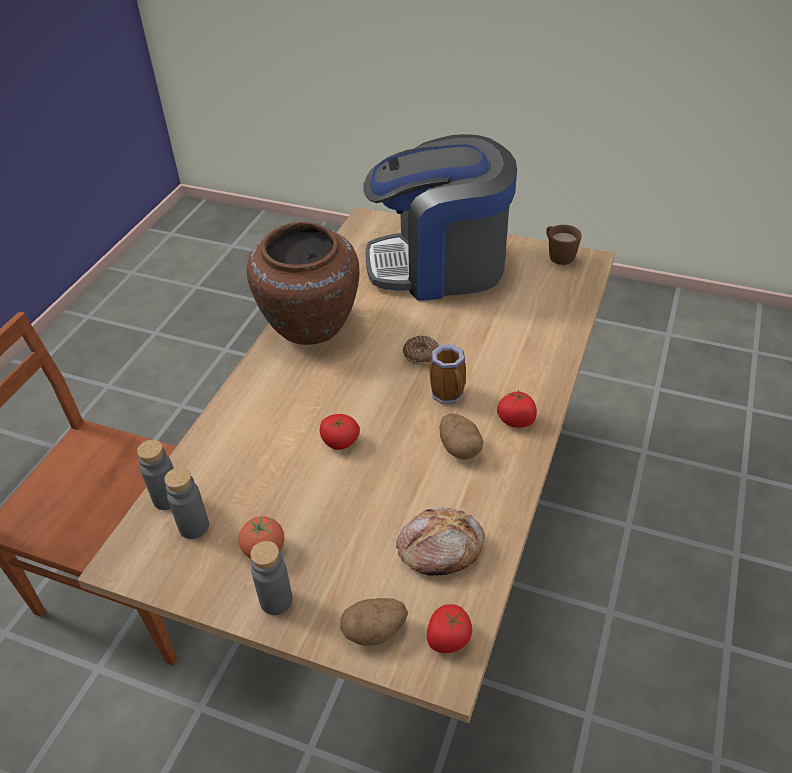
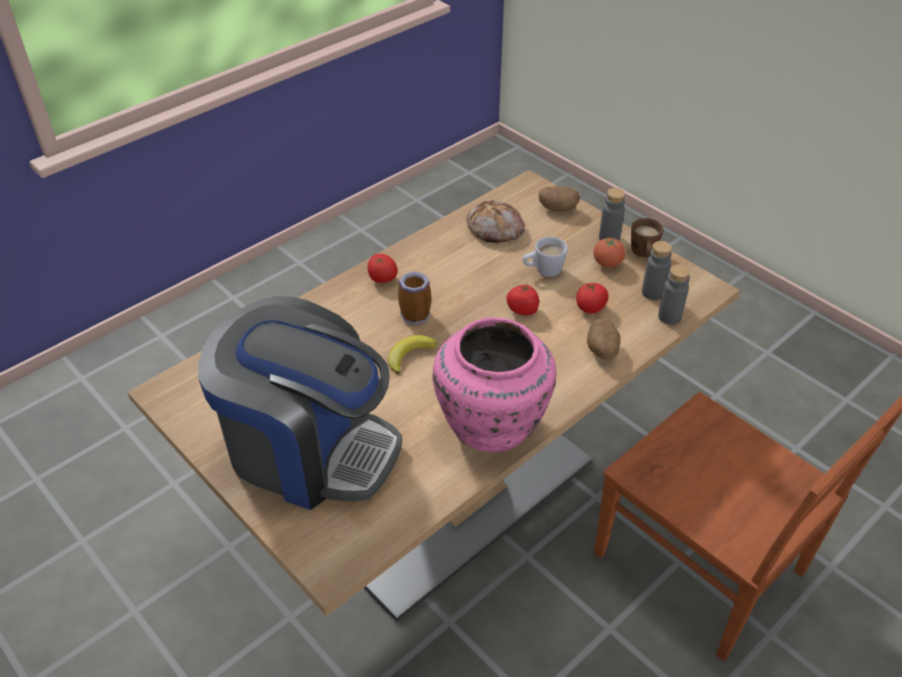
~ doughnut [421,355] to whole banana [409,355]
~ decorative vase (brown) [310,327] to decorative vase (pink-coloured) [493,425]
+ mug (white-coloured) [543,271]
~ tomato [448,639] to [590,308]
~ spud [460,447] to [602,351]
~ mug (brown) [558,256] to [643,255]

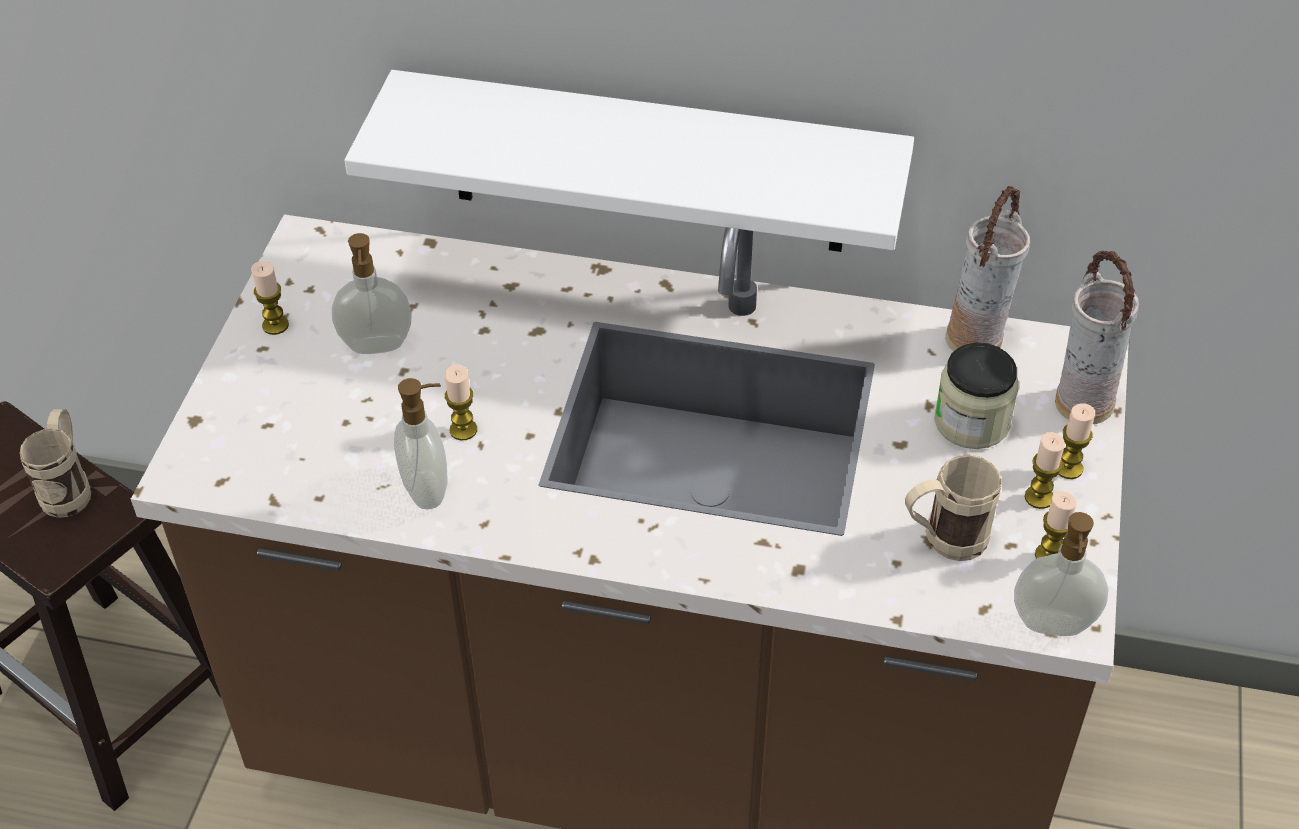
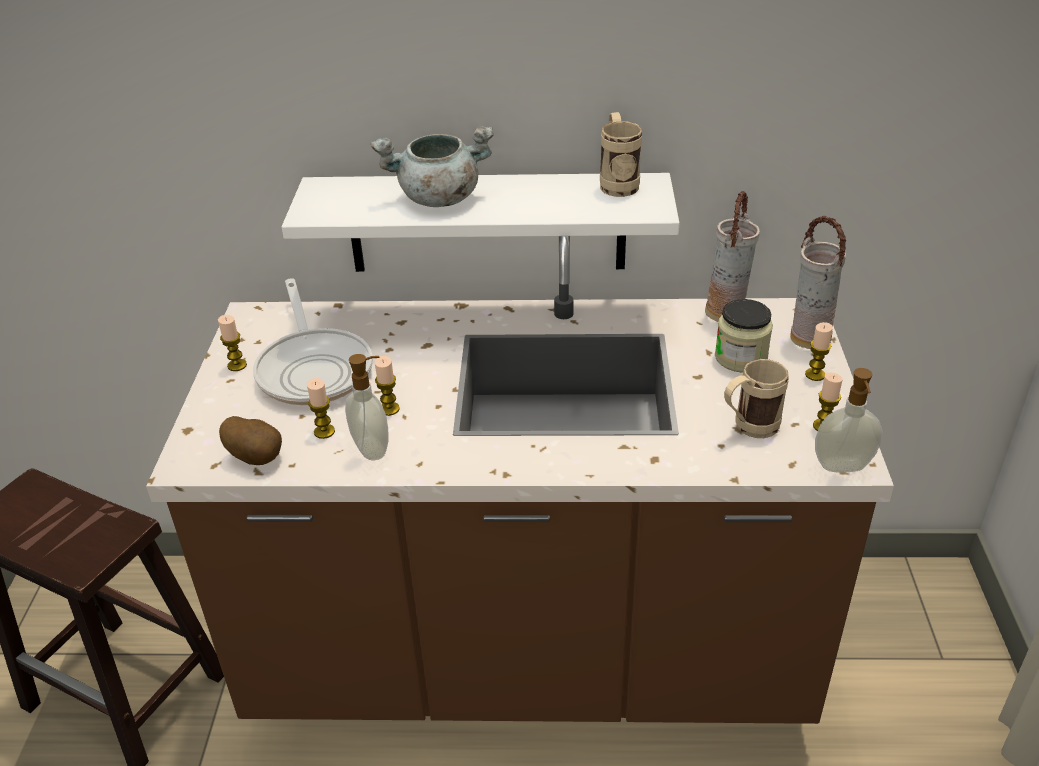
+ spud [257,457]
~ soap bottle [377,347] to skillet [314,368]
~ candle [1039,497] to [324,431]
+ saucepot (gray) [438,199]
~ mug (beige) [70,488] to [617,182]

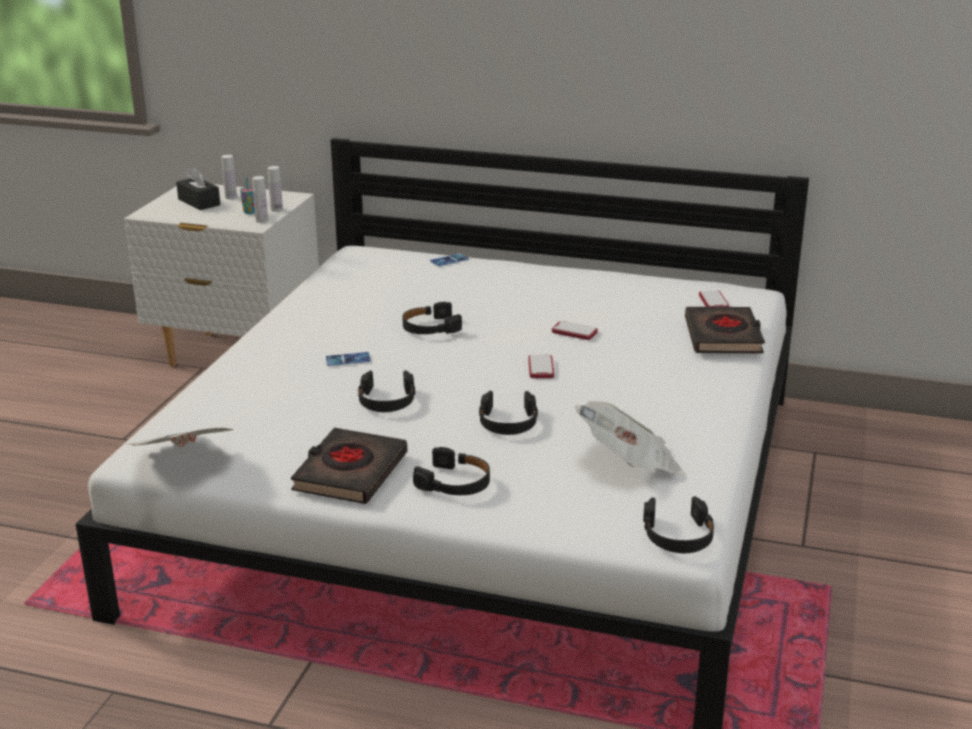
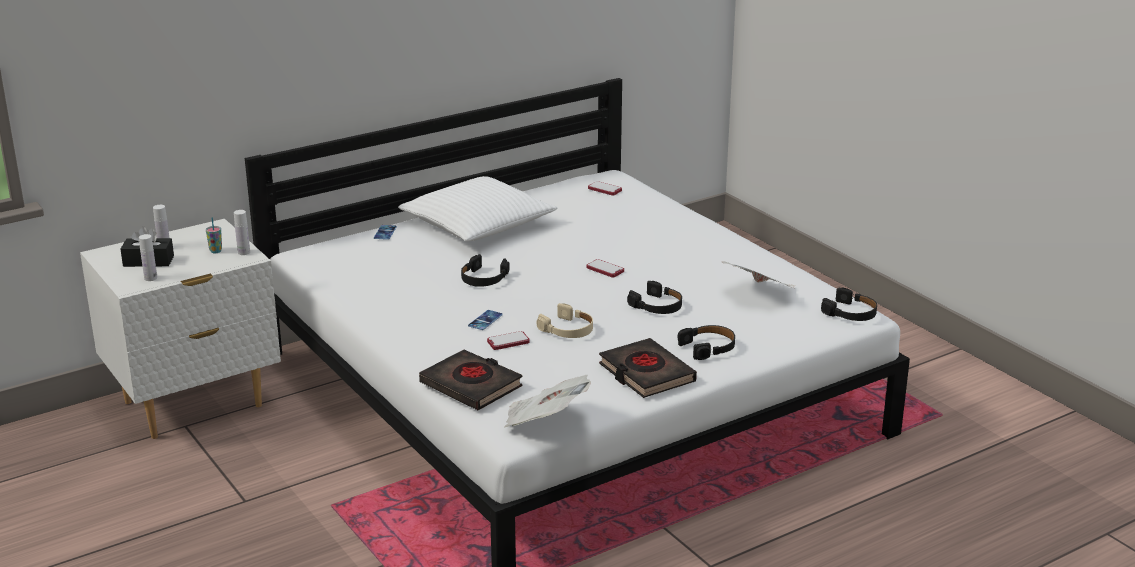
~ beverage bottle (white-coloured) [276,209] to [150,278]
+ throw pillow (white-coloured) [477,224]
~ volume (black) [723,337] to [471,386]
~ phone [574,332] to [508,342]
~ headphones (black) [386,400] to headphones (beige) [567,329]

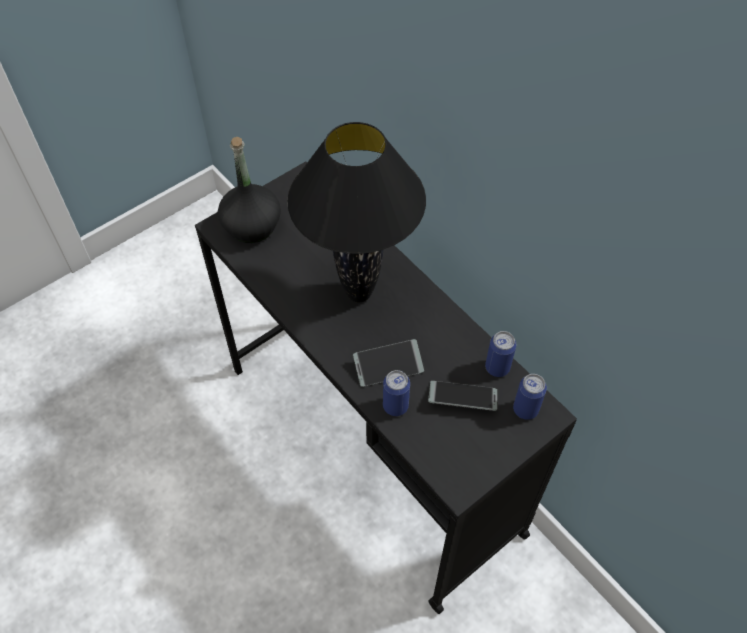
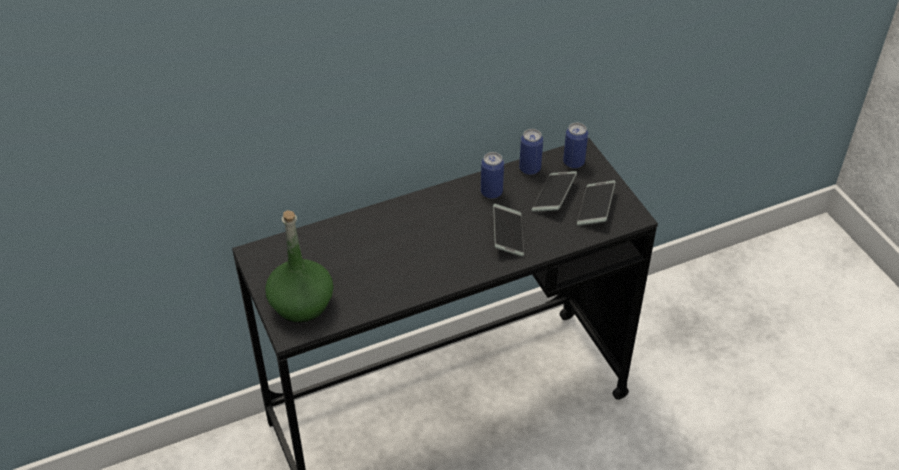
~ beverage bottle (black) [252,226] to beverage bottle (greenish) [302,304]
~ can [395,406] to [491,192]
+ phone [595,207]
- tabletop lamp (black) [359,294]

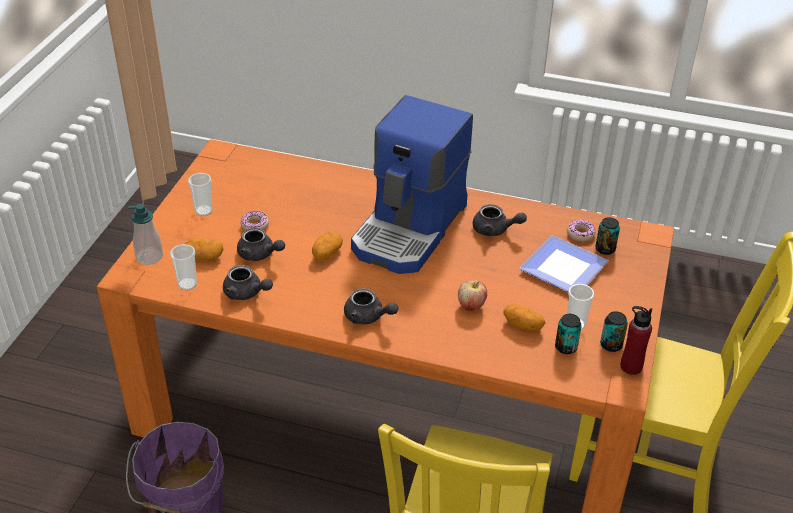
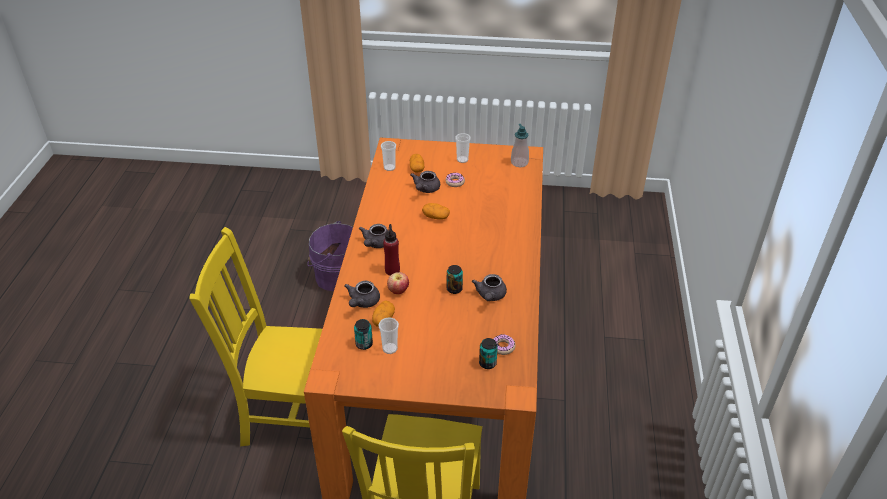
~ teapot (gray) [246,293] to [362,302]
~ beverage bottle (reddish) [631,366] to [392,270]
~ can [611,345] to [454,289]
~ soap bottle [149,257] to [519,163]
- coffee maker [410,229]
- dinner plate [560,268]

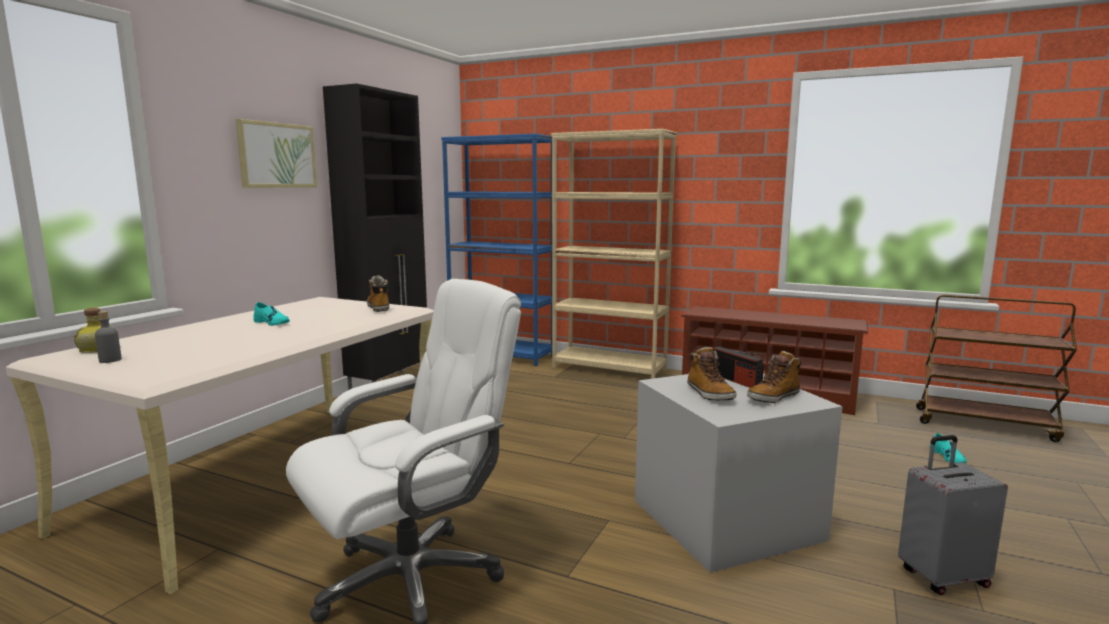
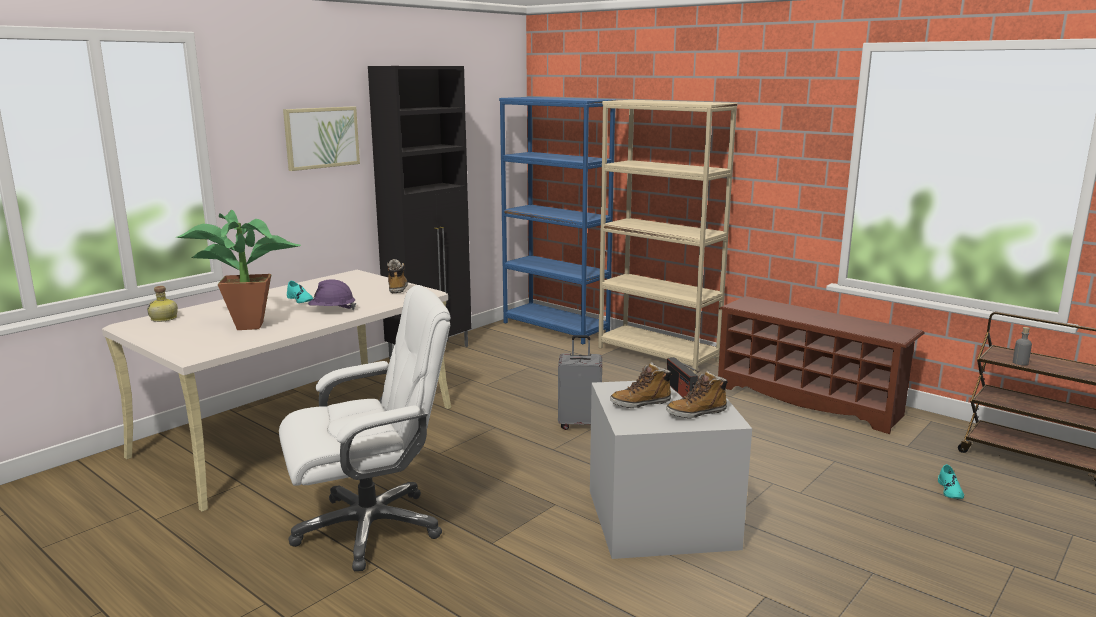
+ plant in a pot [244,325]
+ safety helmet (purple-coloured) [332,310]
~ suitcase (gray) [941,577] to [580,424]
~ high-top boot [709,394] = [641,403] 75 degrees clockwise
~ beverage bottle (gray) [110,360] to [1020,363]

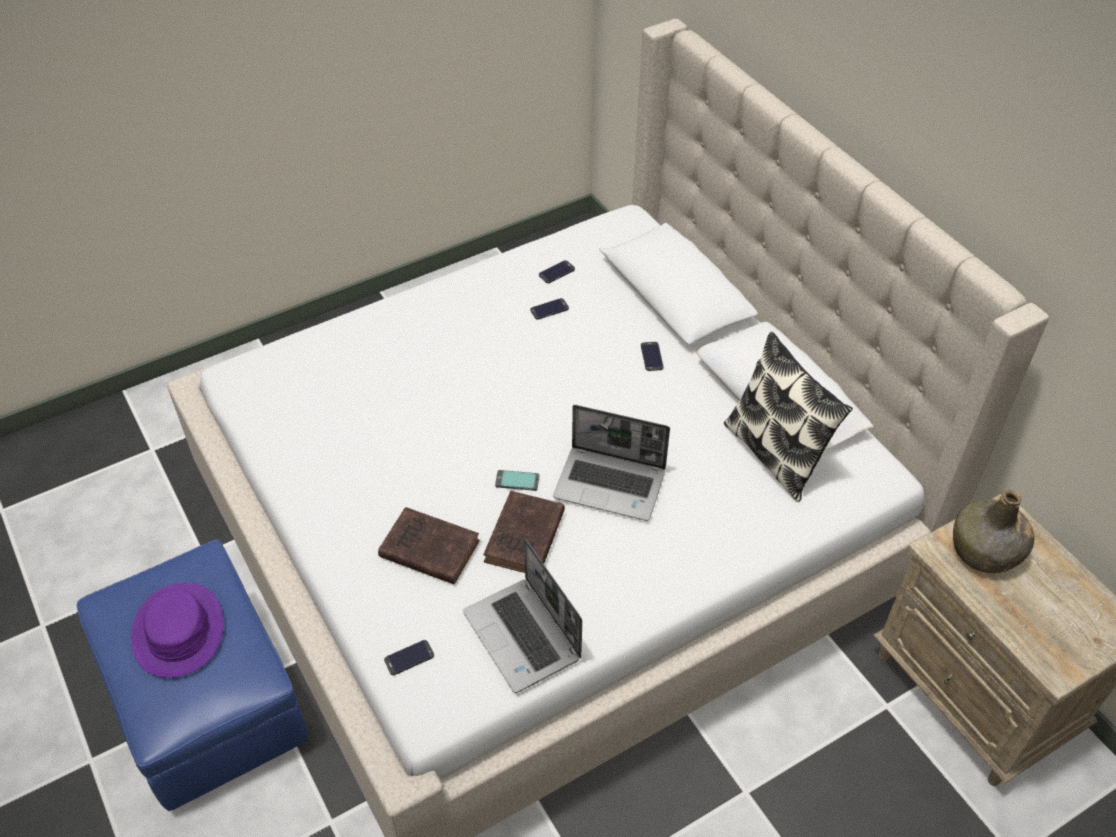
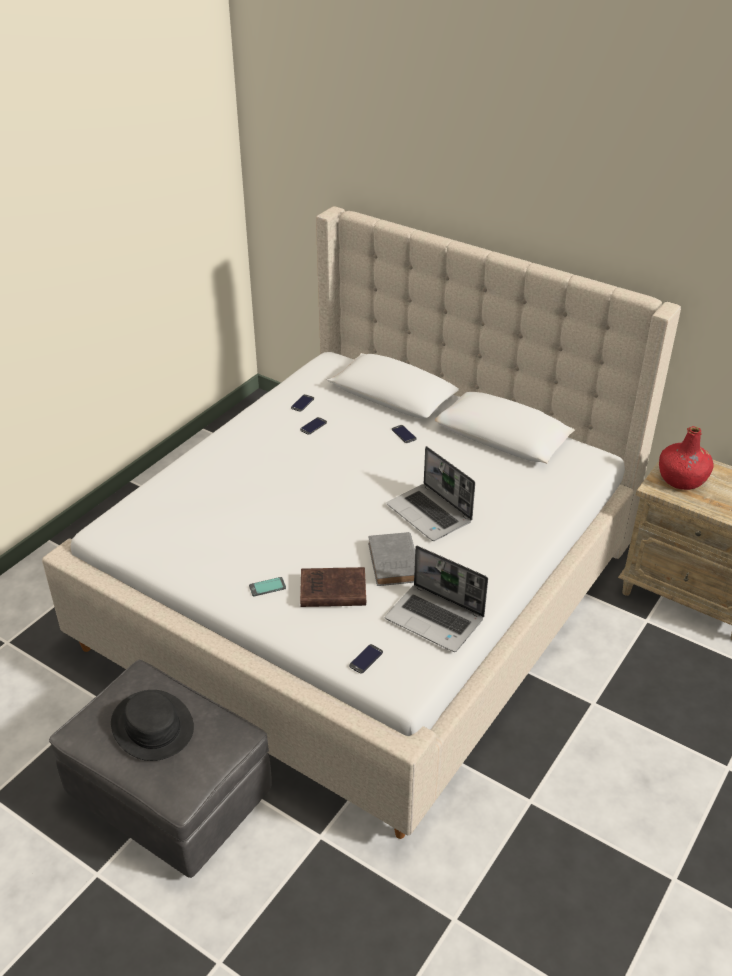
~ pouffe (bluish) [208,701] to pouffe (gray) [170,796]
~ hat (purple-coloured) [178,631] to hat (black) [152,726]
~ phone [517,481] to [267,587]
~ volume (brown) [523,539] to volume (gray) [394,563]
~ notebook computer [611,484] = [430,514] 60 degrees clockwise
~ beverage bottle (greenish) [985,551] to beverage bottle (reddish) [682,479]
- throw pillow [776,454]

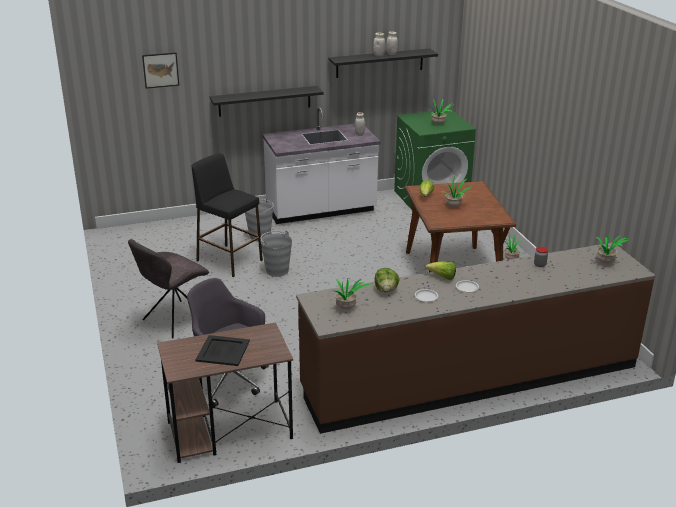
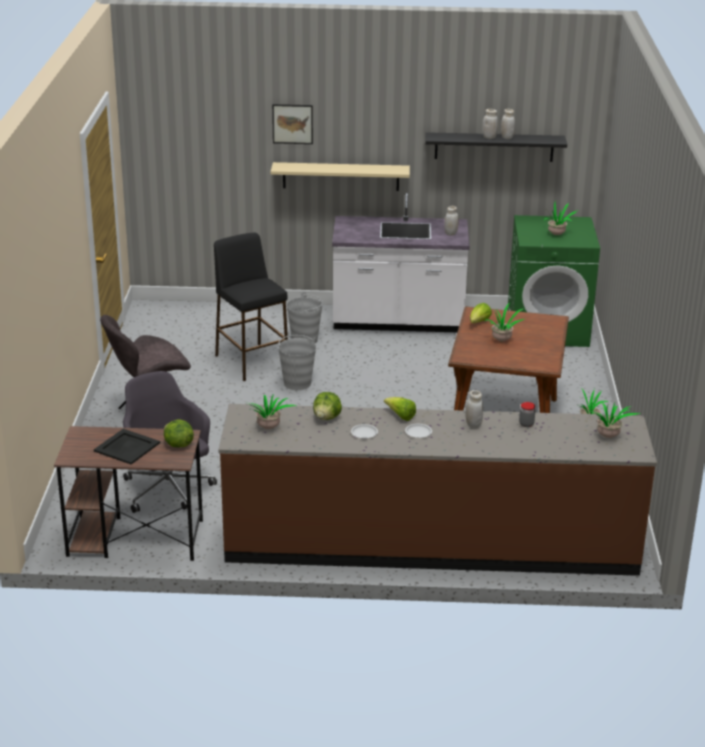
+ lettuce head [178,445]
~ wall shelf (black) [264,101] to wall shelf (beige) [341,176]
~ picture [160,70] to [292,124]
+ storage jar (white-coloured) [473,425]

